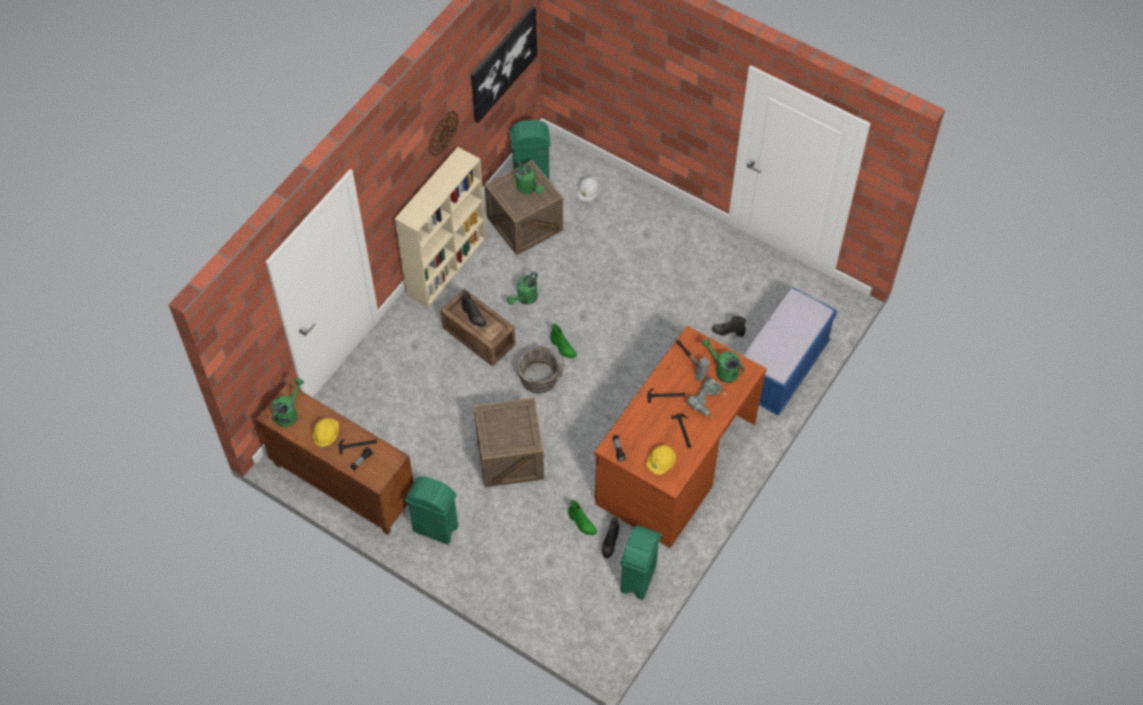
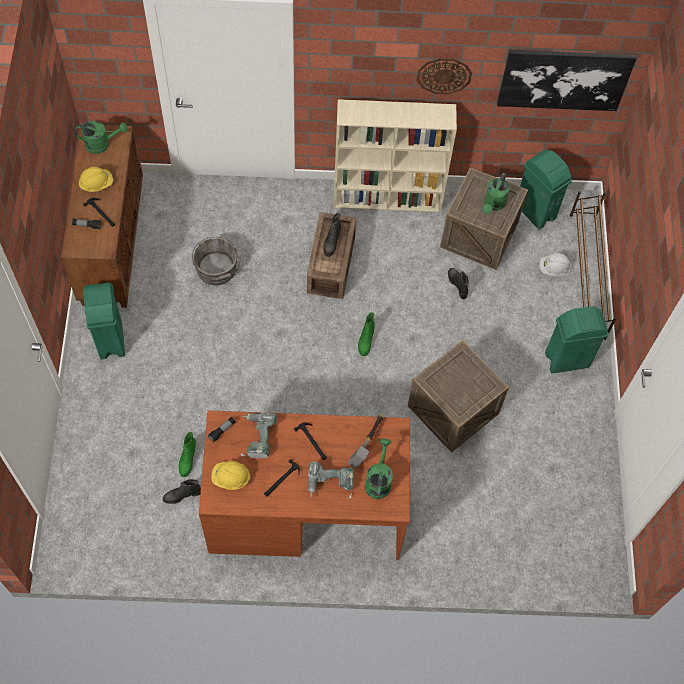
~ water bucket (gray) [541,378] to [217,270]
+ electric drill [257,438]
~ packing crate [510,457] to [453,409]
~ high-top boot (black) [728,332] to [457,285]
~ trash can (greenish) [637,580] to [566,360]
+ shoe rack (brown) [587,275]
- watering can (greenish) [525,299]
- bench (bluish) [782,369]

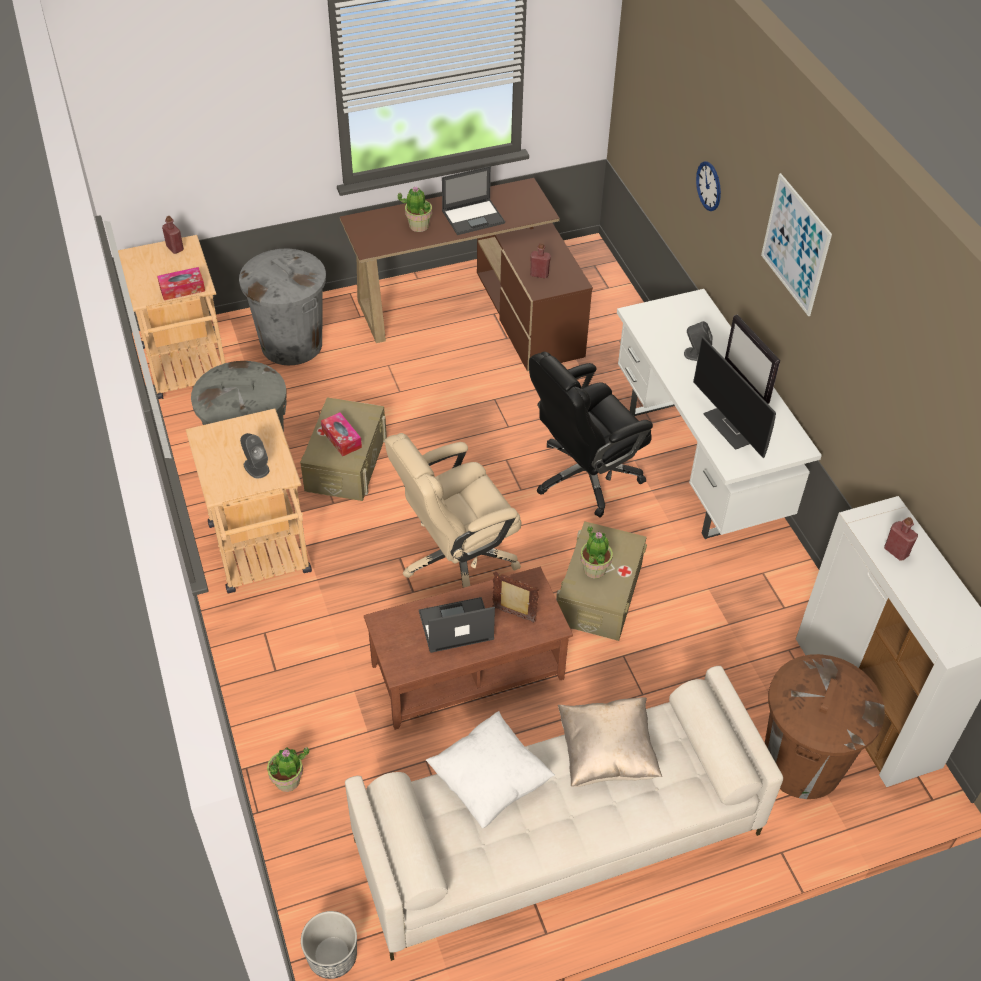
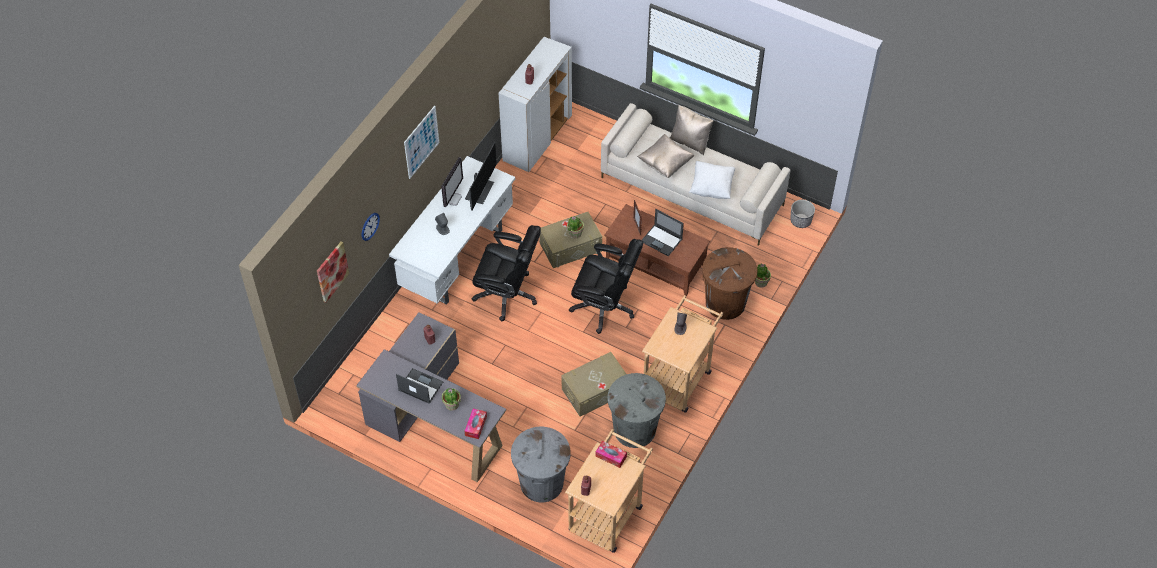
+ picture [332,271]
~ desk unit (brown) [476,312] to desk unit (gray) [433,419]
~ tissue box [341,439] to [476,426]
~ computer chair (beige) [456,559] to computer chair (black) [605,307]
+ throw pillow (beige) [690,142]
~ trash can (brown) [801,763] to [725,303]

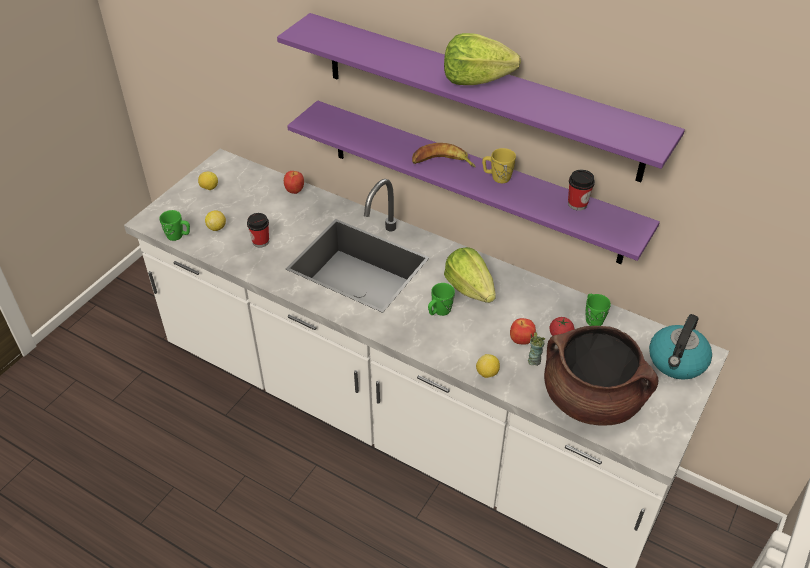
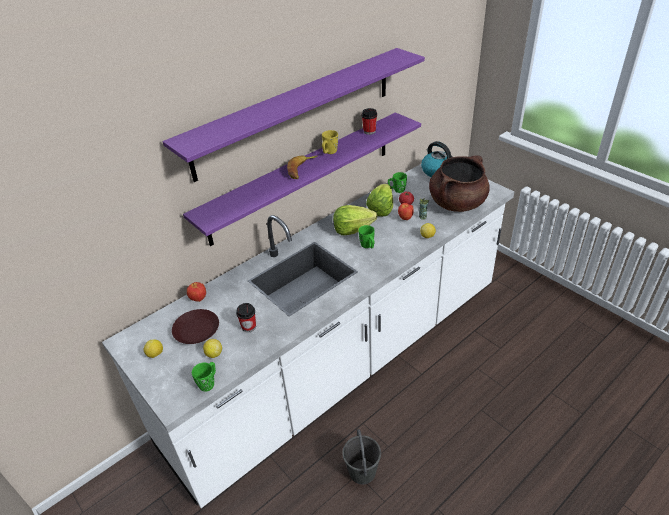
+ dinner plate (brown) [196,330]
+ water bucket (gray) [362,471]
~ lettuce head [475,79] to [381,209]

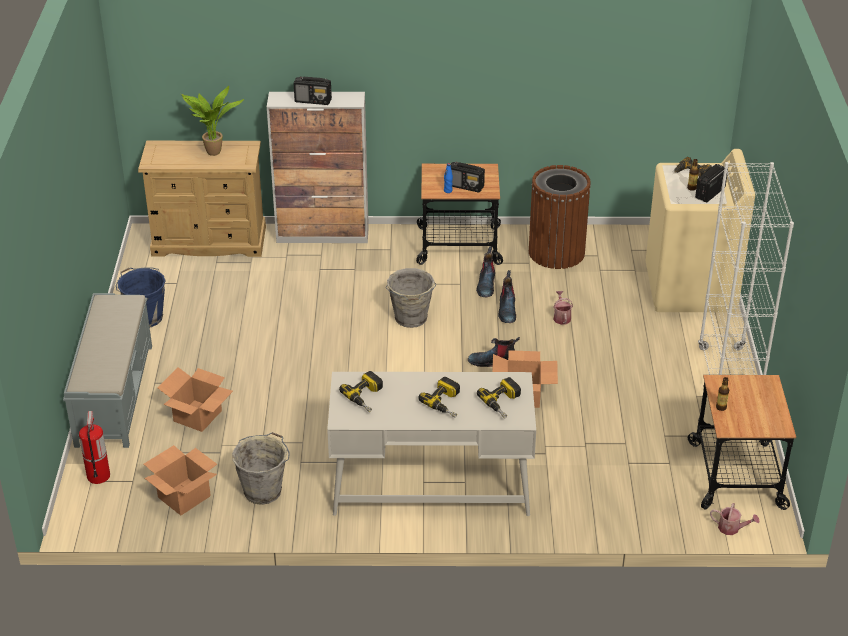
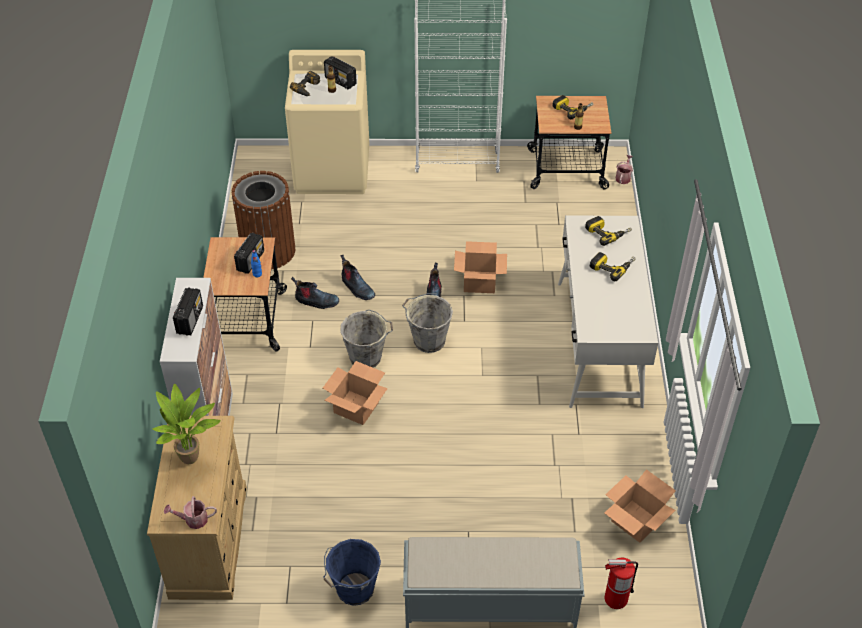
~ watering can [561,317] to [193,520]
~ packing box [197,415] to [355,407]
~ high-top boot [507,310] = [357,288] 45 degrees clockwise
~ water bucket (gray) [264,490] to [428,340]
~ electric drill [367,397] to [572,109]

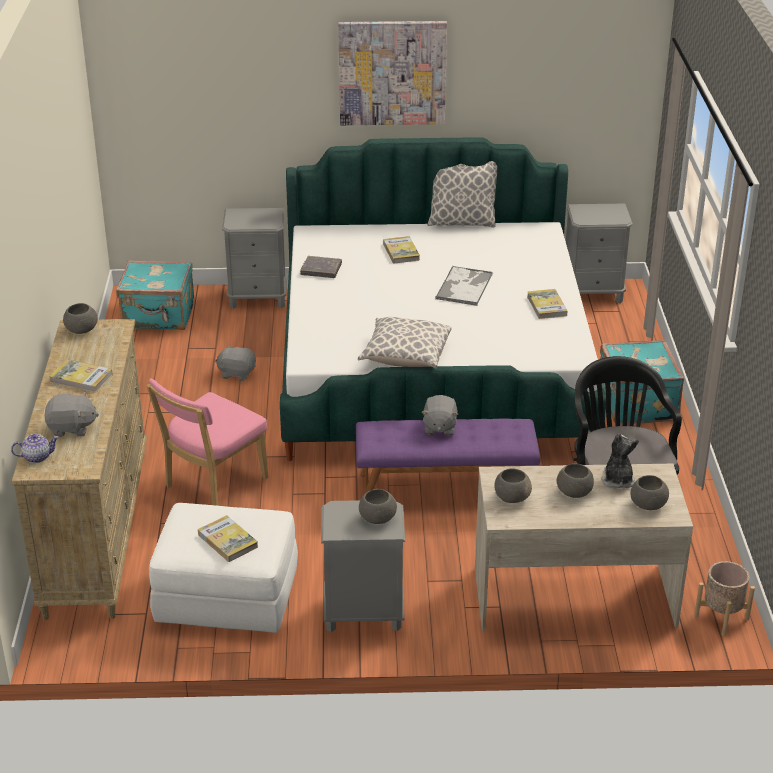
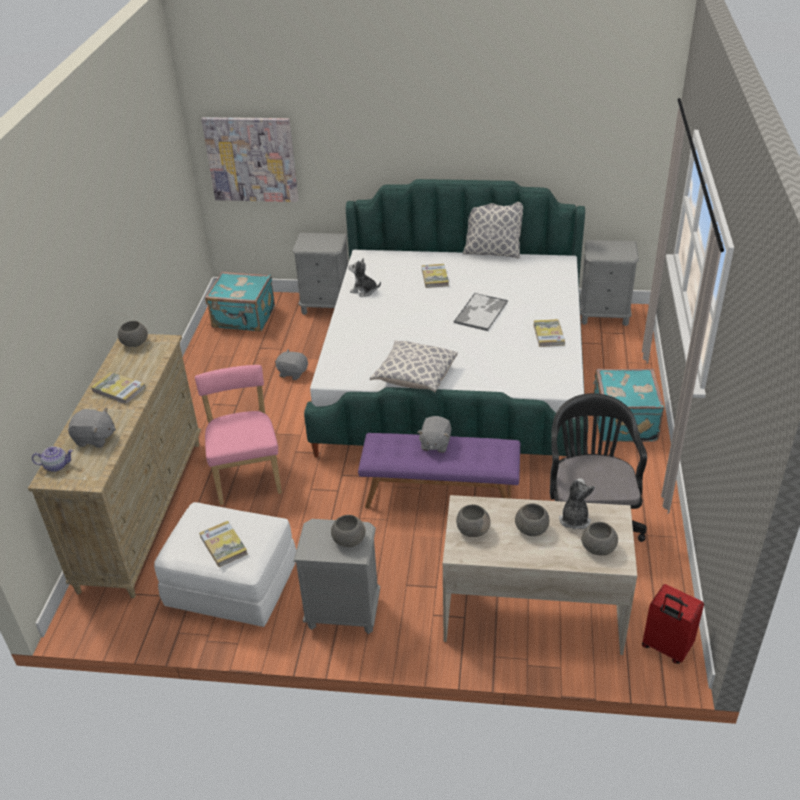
~ upright chair (pink-coloured) [212,484] = [247,475] 120 degrees clockwise
~ picture [392,72] to [251,159]
~ volume (gray) [321,270] to cuddly toy [364,291]
~ plant pot (beige) [721,617] to suitcase (reddish) [665,648]

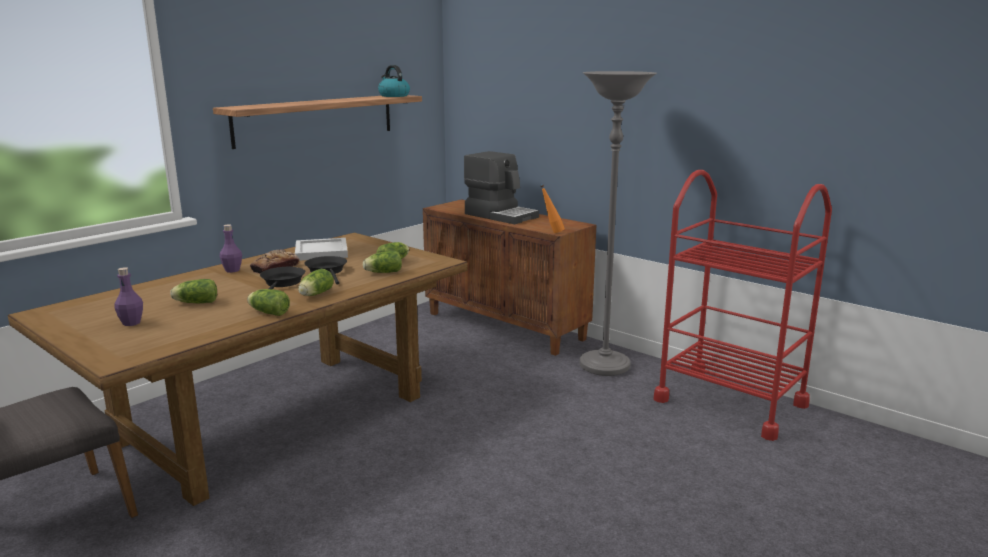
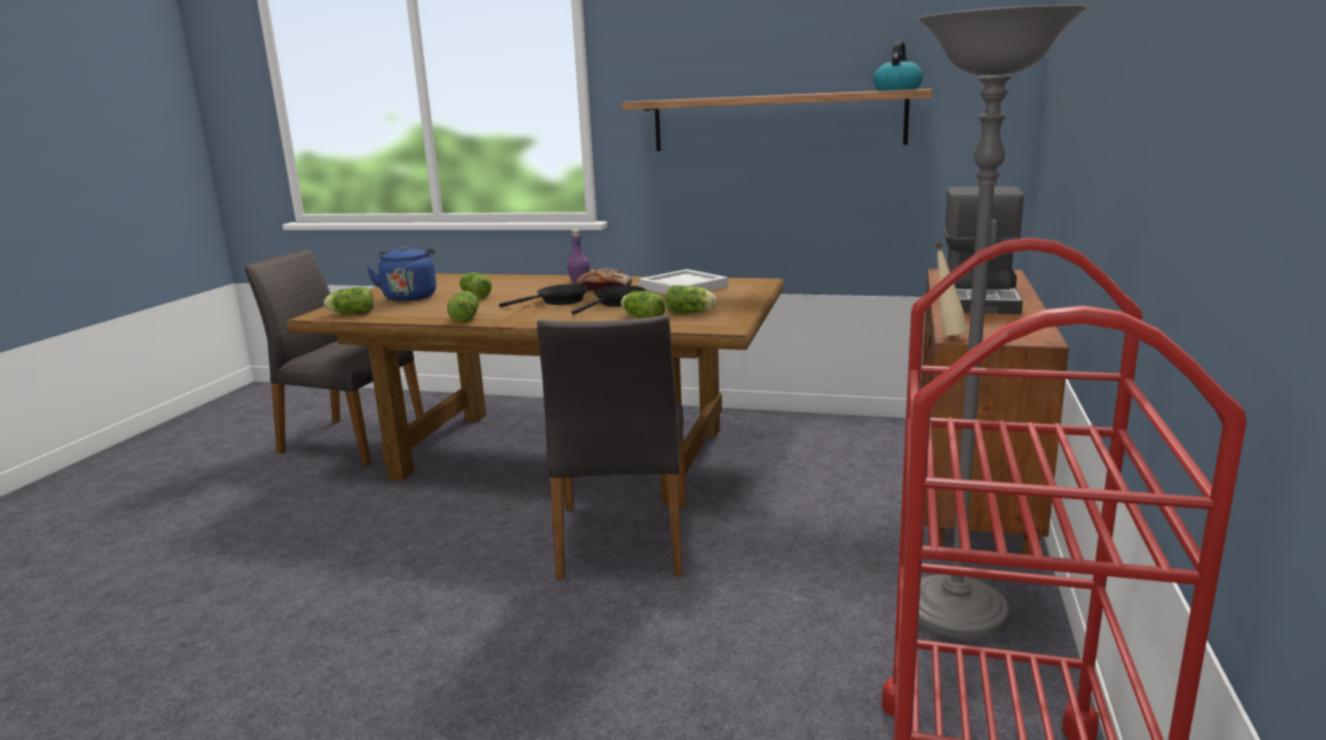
~ lettuce head [315,294] to [350,313]
~ beverage bottle (purple-coloured) [131,323] to tea kettle (bluish) [410,296]
+ upright chair (gray) [622,540]
~ beverage bottle (orange-coloured) [551,232] to beverage bottle (beige) [946,335]

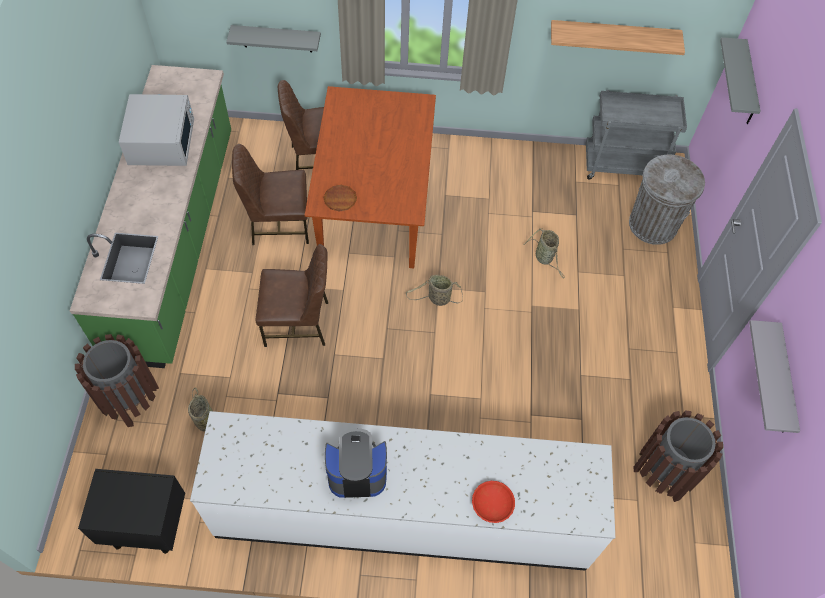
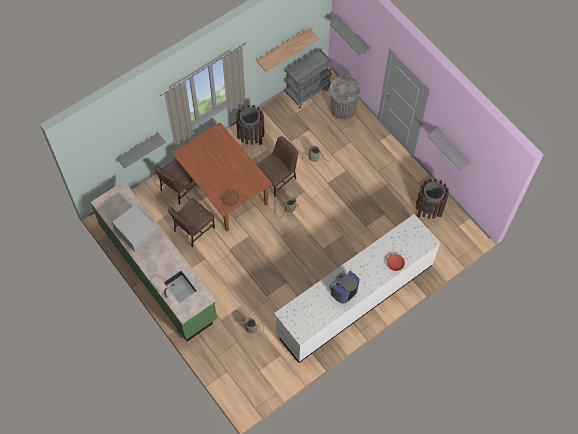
~ trash can (brown) [130,399] to [251,136]
~ upright chair (brown) [298,323] to [277,178]
- nightstand (black) [146,526]

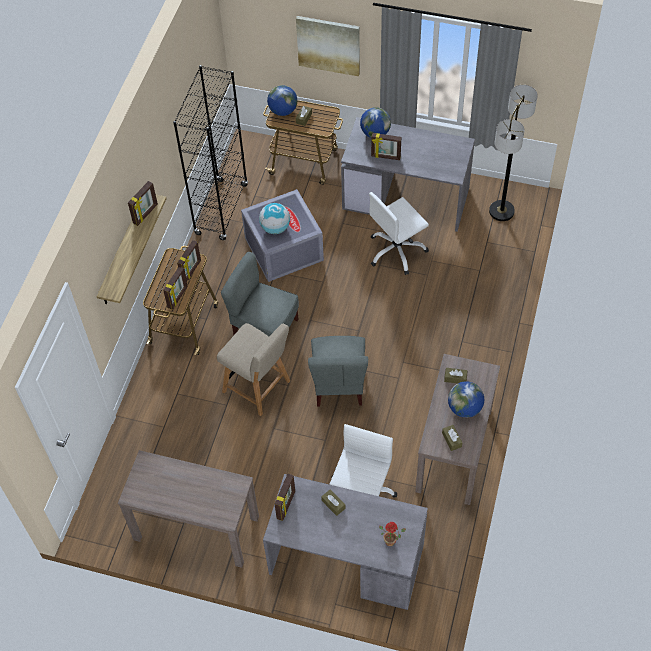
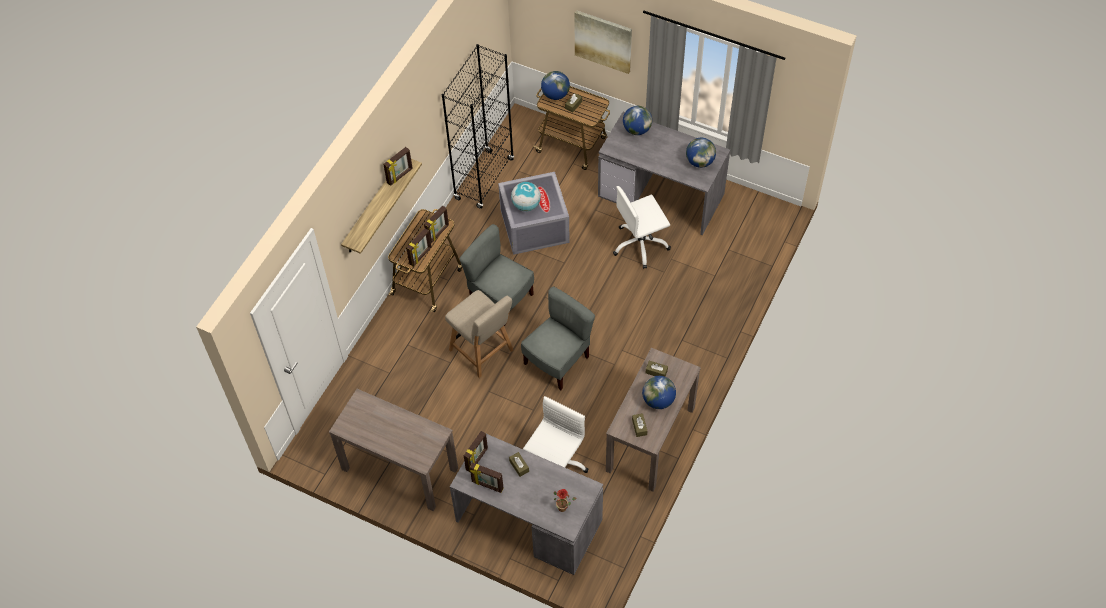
~ standing frame [385,157] to [487,485]
~ upright chair (gray) [339,384] = [557,361] 150 degrees counterclockwise
+ world globe [699,162]
- floor lamp [501,211]

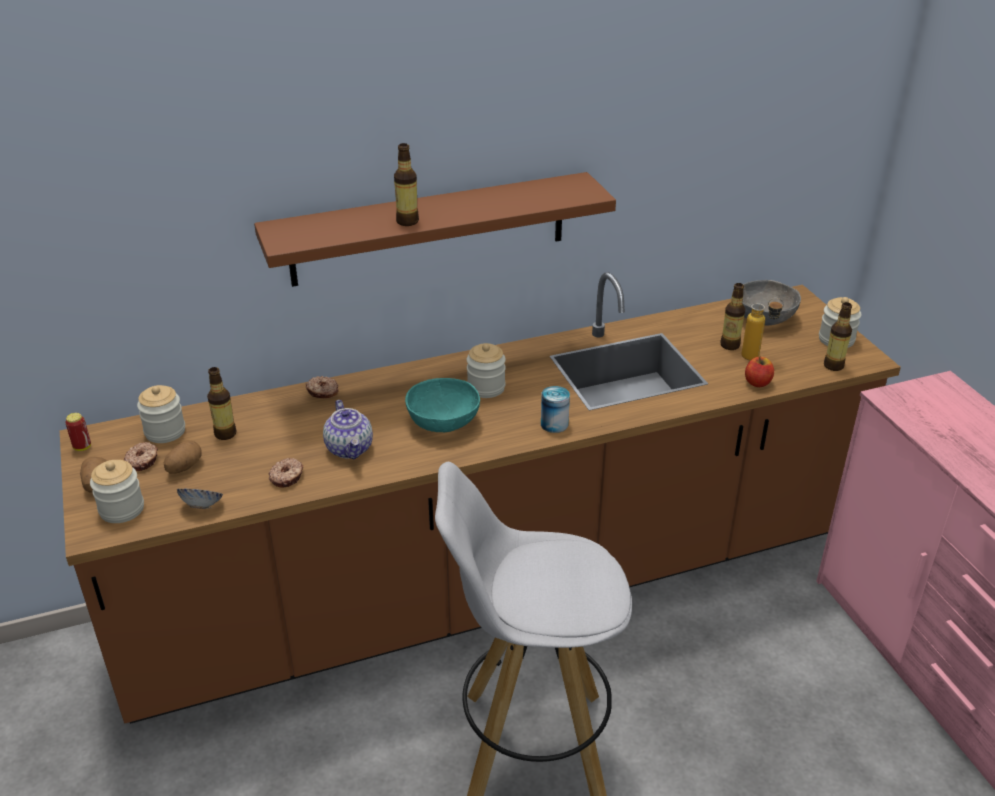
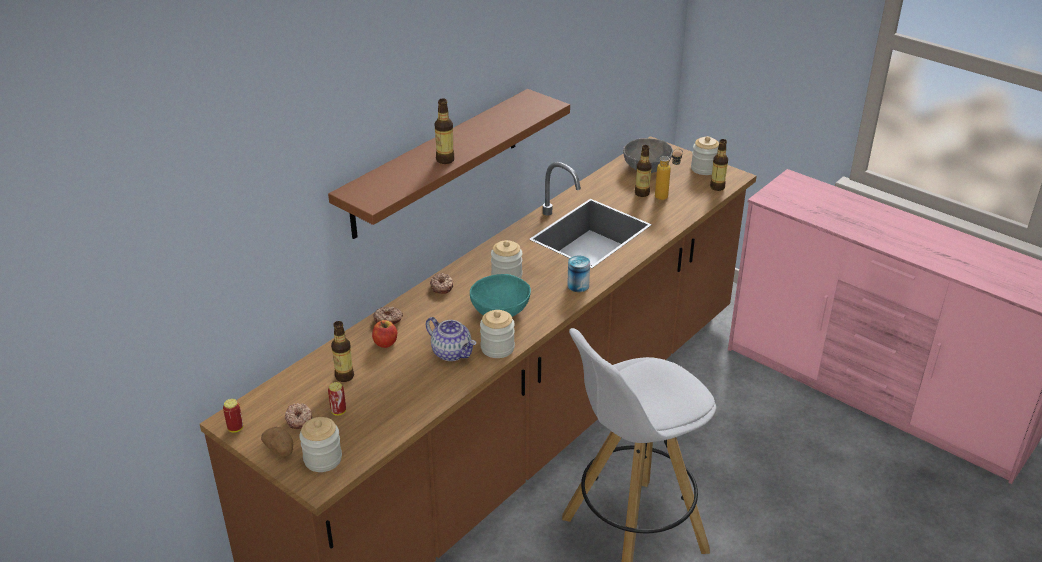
~ spud [184,467] to can [338,411]
~ whole apple [757,382] to [385,343]
~ doughnut [287,477] to [442,287]
~ storage jar [165,431] to [497,348]
- deep dish [202,506]

